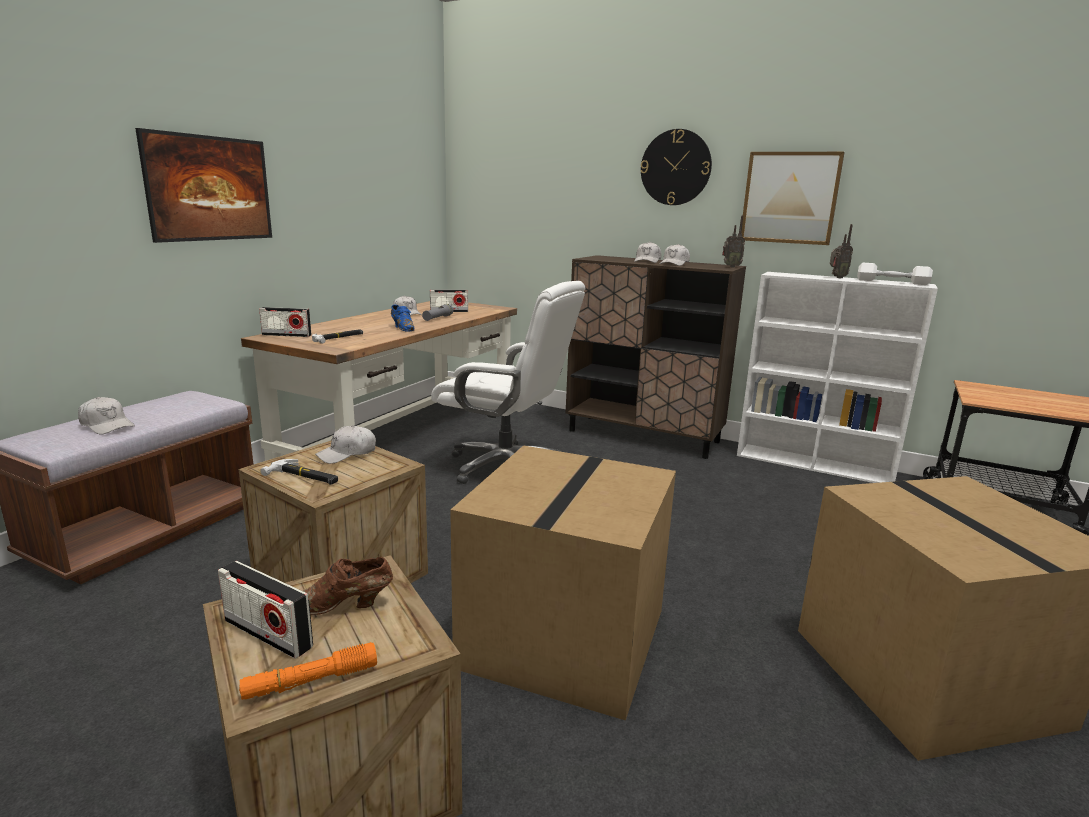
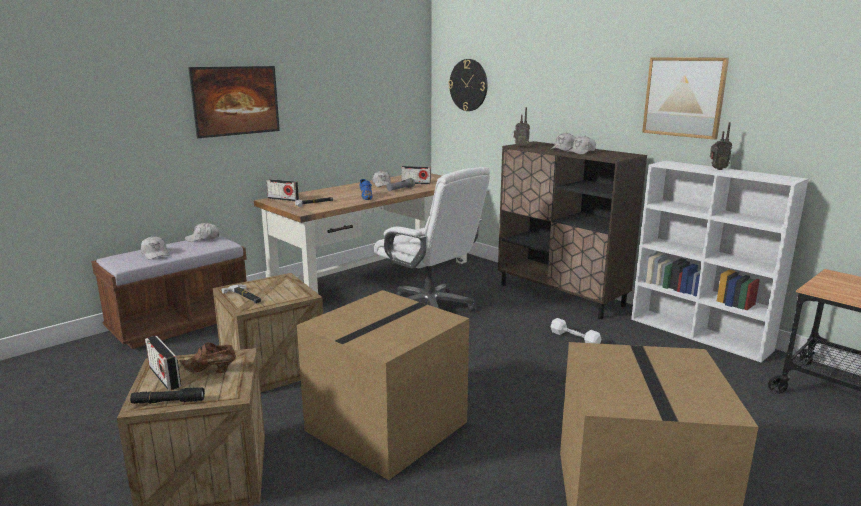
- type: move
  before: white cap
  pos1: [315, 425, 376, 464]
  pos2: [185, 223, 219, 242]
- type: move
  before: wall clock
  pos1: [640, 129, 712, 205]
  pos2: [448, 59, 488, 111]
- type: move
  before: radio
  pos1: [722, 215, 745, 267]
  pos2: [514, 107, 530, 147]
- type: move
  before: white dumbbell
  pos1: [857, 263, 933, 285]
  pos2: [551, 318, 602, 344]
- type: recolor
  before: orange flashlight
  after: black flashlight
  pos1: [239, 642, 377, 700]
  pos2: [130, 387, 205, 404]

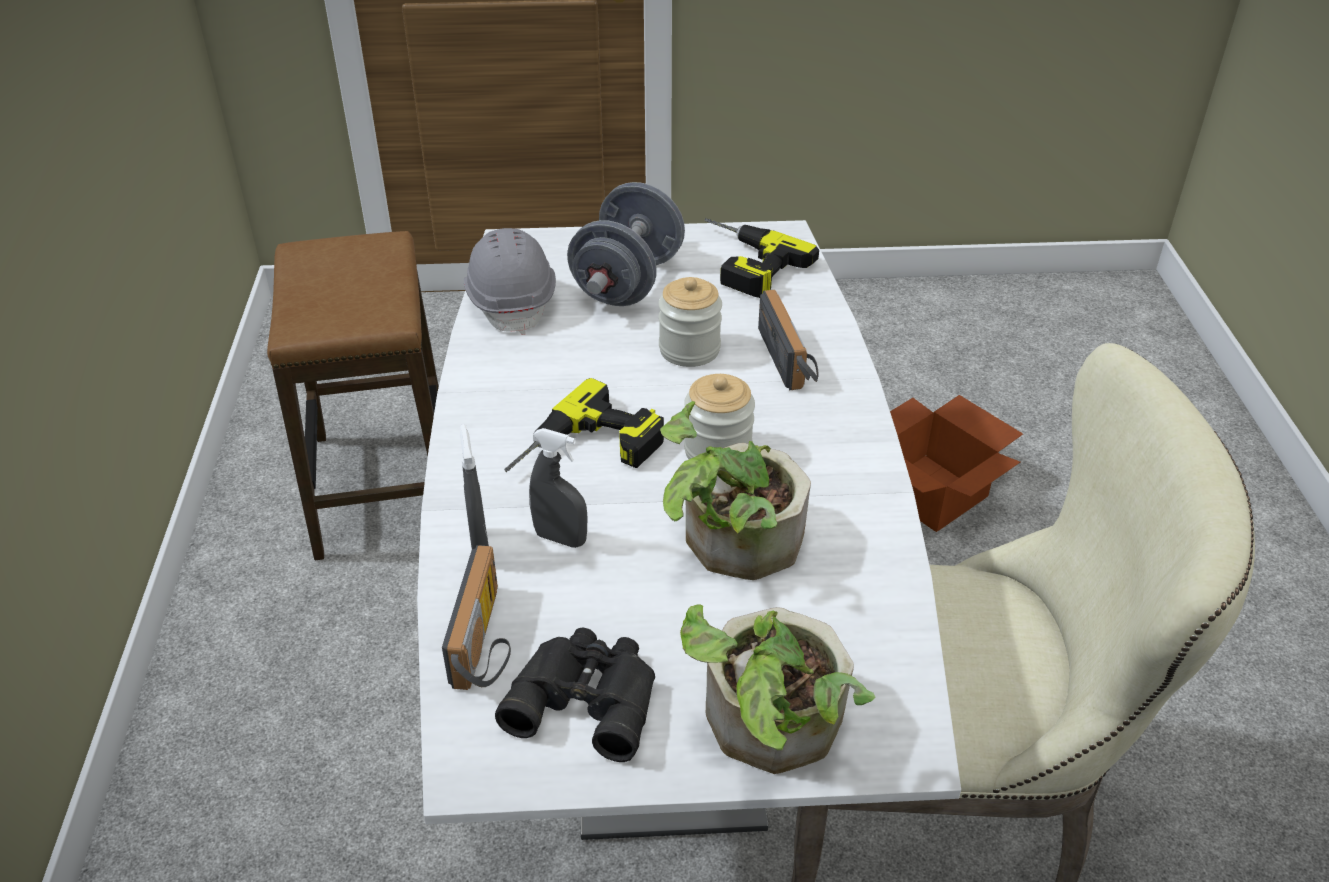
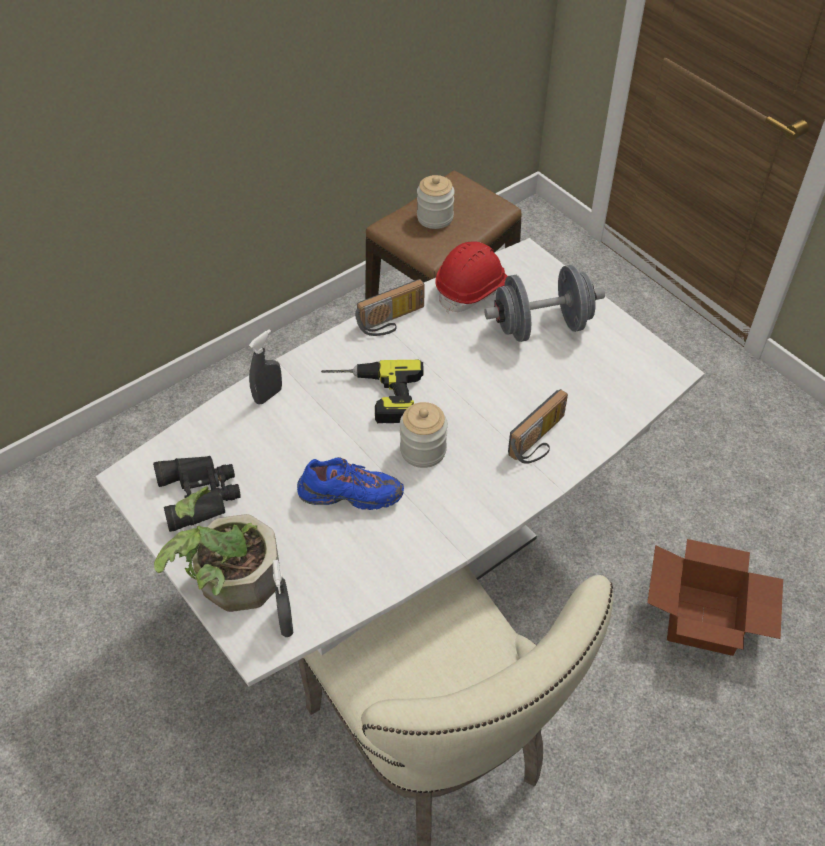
- type: delete
  before: power drill
  pos1: [704, 218, 819, 298]
- type: move
  before: radio
  pos1: [442, 545, 511, 690]
  pos2: [355, 279, 425, 336]
- type: move
  before: grey spray bottle
  pos1: [529, 428, 587, 548]
  pos2: [273, 560, 294, 637]
- type: move
  before: jar
  pos1: [658, 277, 722, 367]
  pos2: [417, 175, 455, 229]
- type: replace
  before: potted plant
  after: blue shoe
  pos1: [660, 401, 811, 580]
  pos2: [297, 457, 404, 510]
- type: recolor
  before: grey hard hat
  after: red hard hat
  pos1: [464, 228, 556, 335]
  pos2: [435, 241, 507, 313]

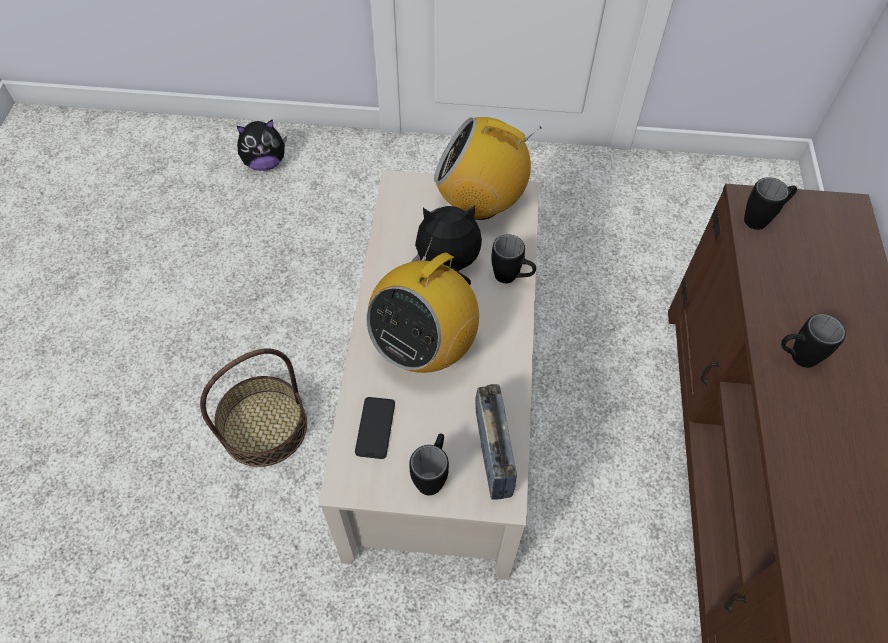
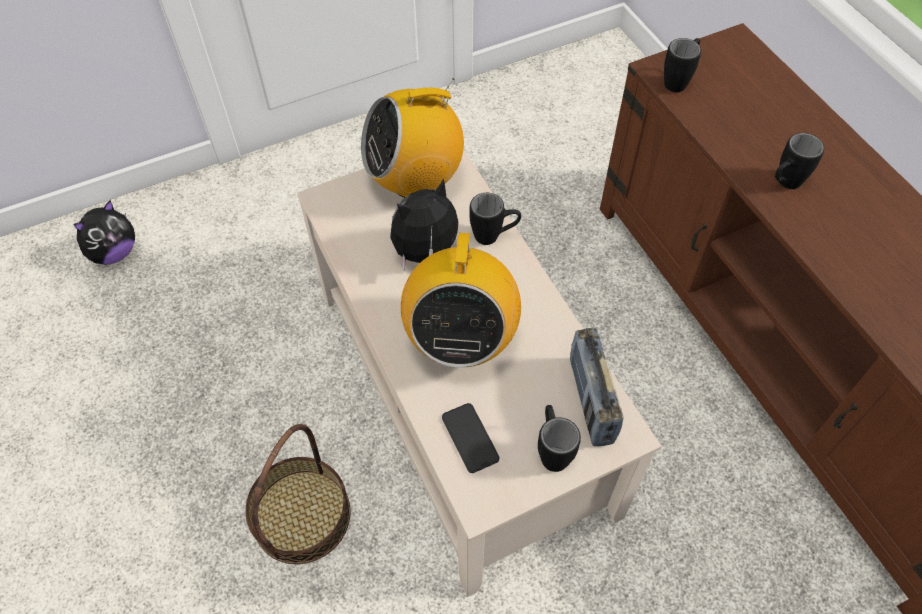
- type: rotate
  before: radio
  pos1: [475, 384, 517, 500]
  pos2: [570, 328, 624, 446]
  turn: -150

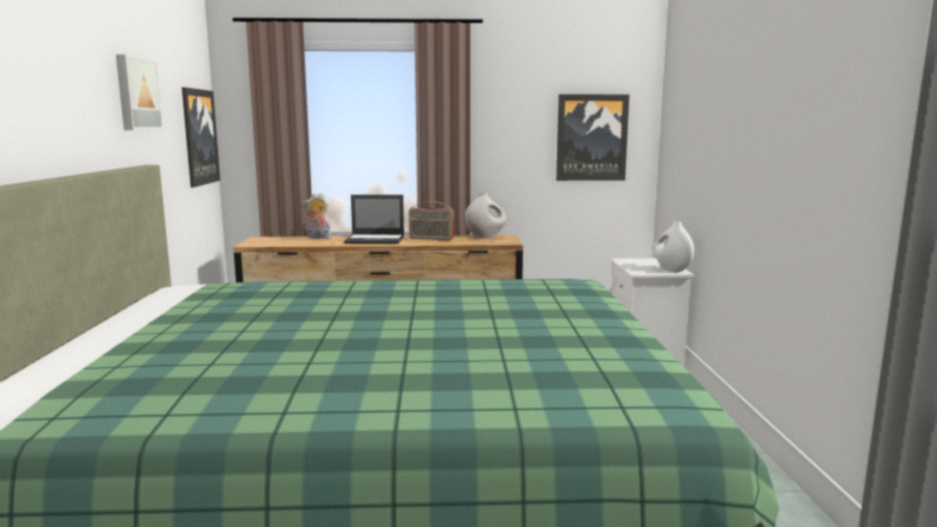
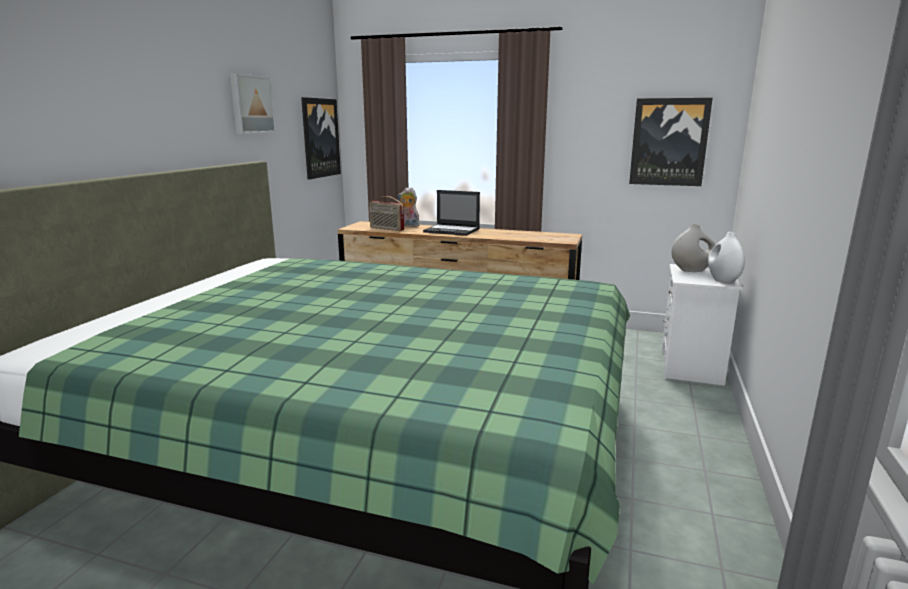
- type: move
  before: radio
  pos1: [409, 201, 454, 240]
  pos2: [369, 196, 404, 231]
- type: move
  before: white vase
  pos1: [465, 192, 506, 238]
  pos2: [672, 224, 716, 272]

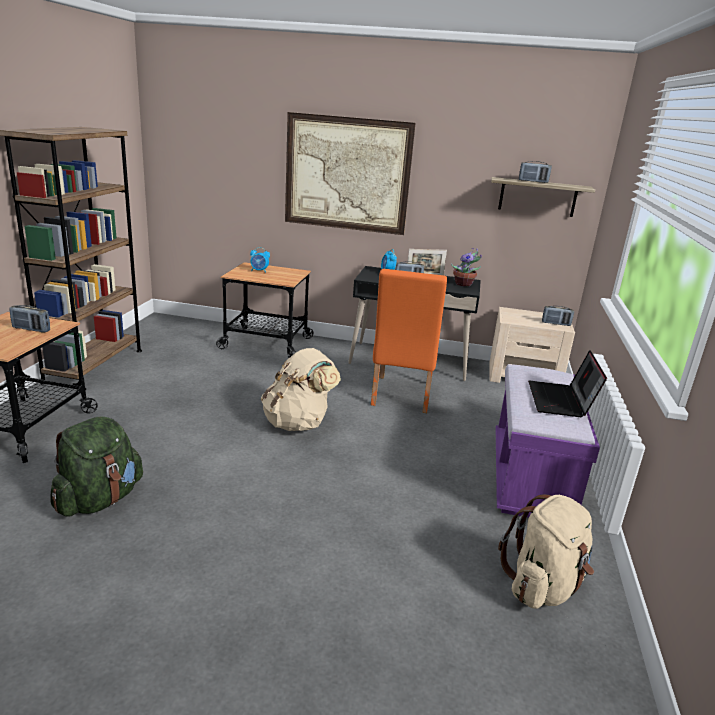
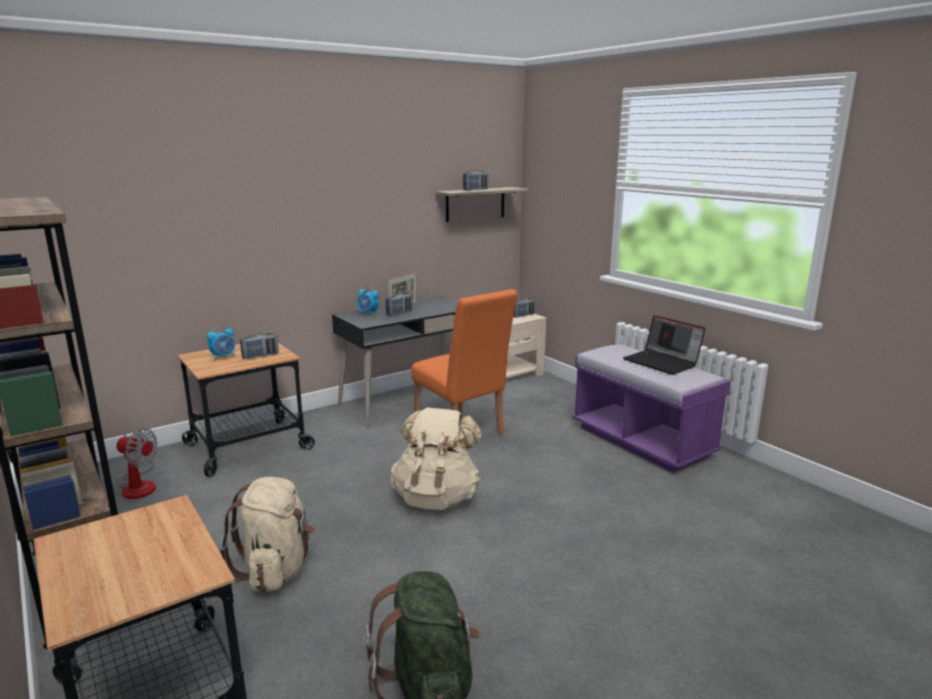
- type: delete
  before: picture
  pos1: [285, 112, 415, 235]
- type: delete
  before: potted plant
  pos1: [451, 248, 481, 286]
- type: insert
  after: fan
  pos2: [117, 428, 158, 499]
- type: move
  before: radio
  pos1: [9, 305, 50, 332]
  pos2: [240, 333, 279, 359]
- type: move
  before: beige backpack
  pos1: [498, 494, 594, 609]
  pos2: [220, 477, 315, 592]

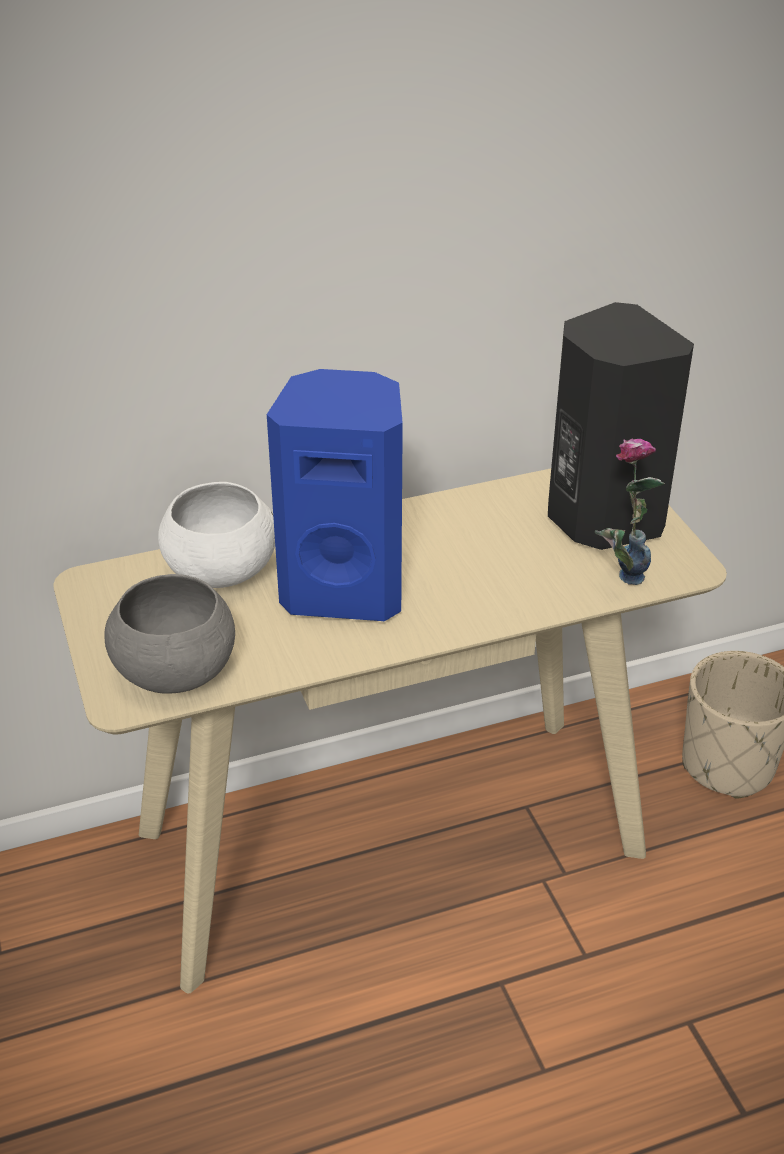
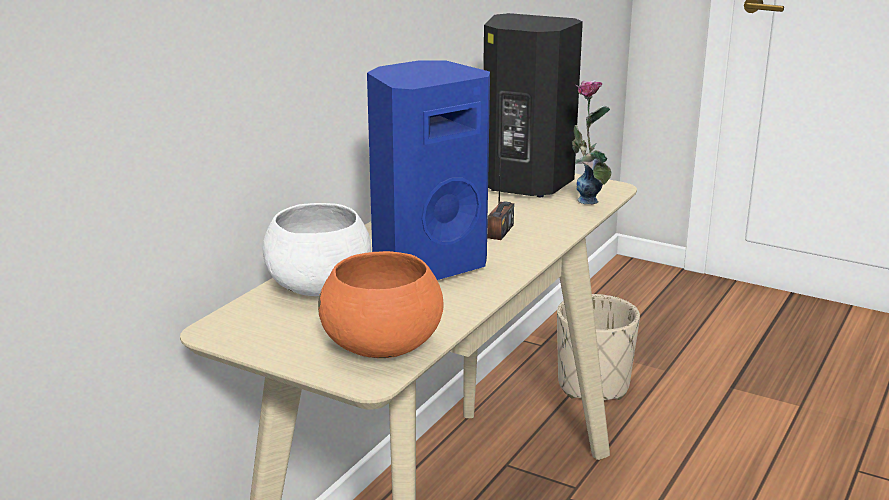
- type: insert
  after: radio
  pos2: [487, 132, 514, 240]
- type: recolor
  before: grey bowl
  after: orange bowl
  pos1: [104, 574, 235, 694]
  pos2: [318, 251, 444, 358]

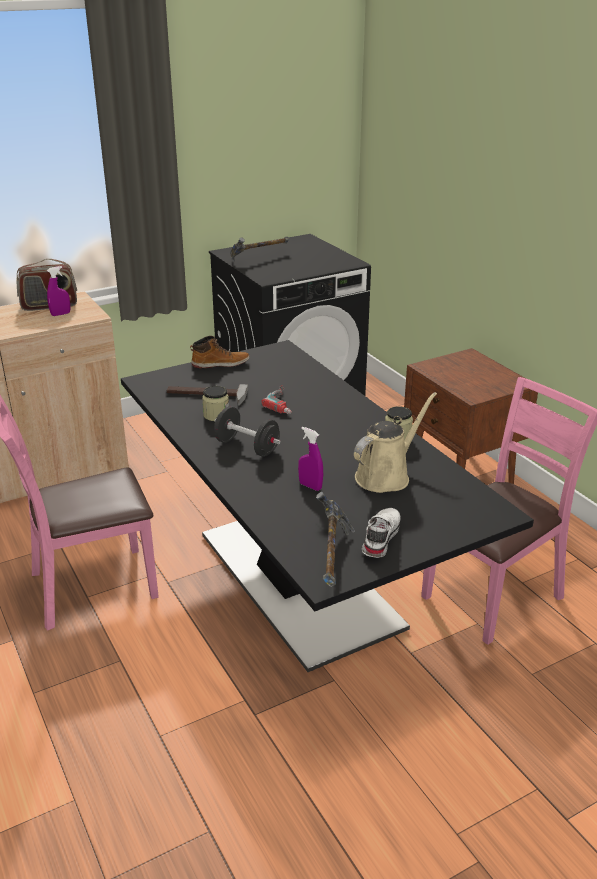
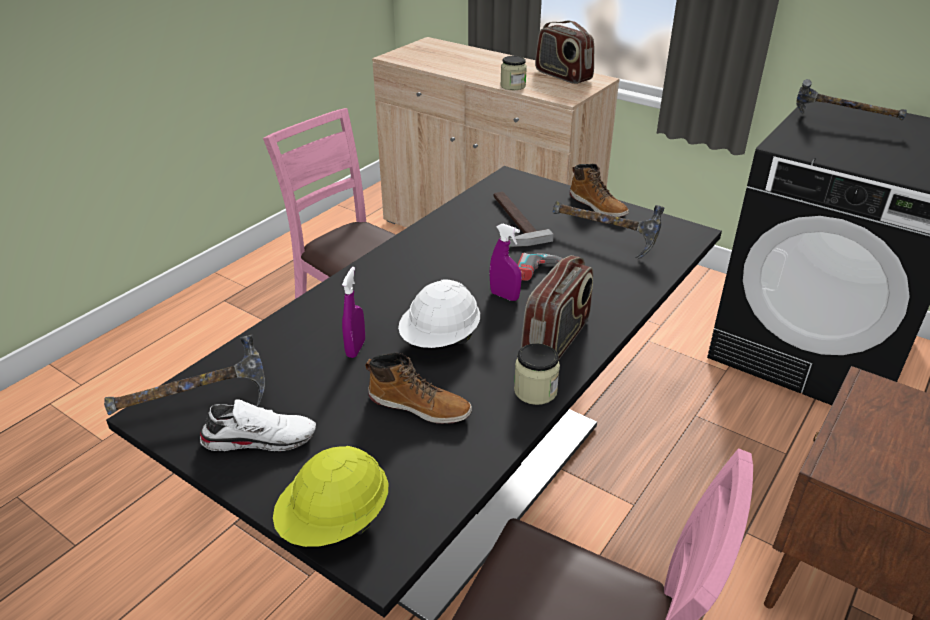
- type: delete
  before: black dumbbell
  pos1: [214, 406, 281, 457]
- type: insert
  after: yellow hard hat
  pos2: [273, 446, 388, 547]
- type: insert
  after: white hard hat
  pos2: [398, 279, 480, 348]
- type: insert
  after: radio
  pos2: [521, 255, 593, 361]
- type: insert
  after: hammer
  pos2: [553, 201, 664, 259]
- type: move
  before: purple spray bottle
  pos1: [47, 266, 71, 316]
  pos2: [489, 223, 522, 301]
- type: move
  before: jar
  pos1: [202, 386, 229, 421]
  pos2: [500, 56, 527, 90]
- type: replace
  before: beige watering can
  after: boot
  pos1: [354, 392, 437, 493]
  pos2: [365, 353, 472, 424]

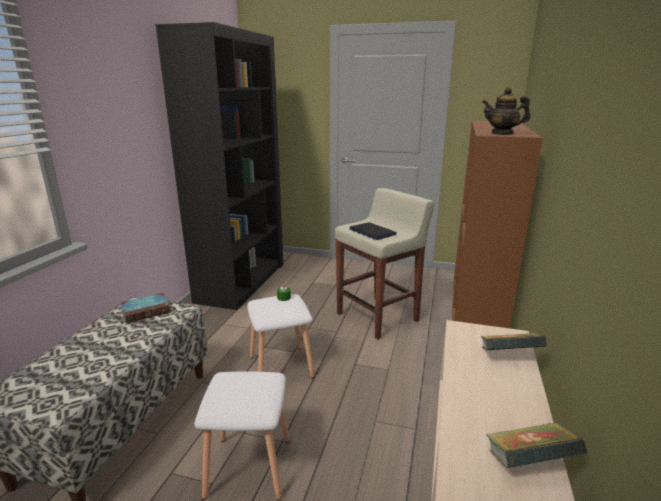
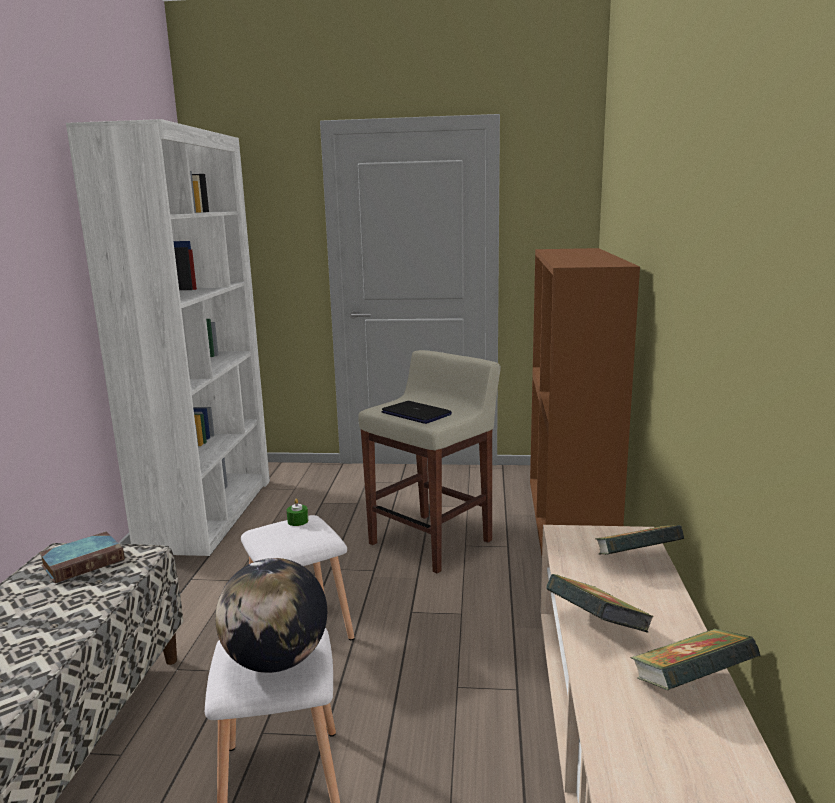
- type: delete
  before: teapot
  pos1: [482, 88, 530, 135]
- type: insert
  after: globe
  pos2: [215, 558, 327, 673]
- type: insert
  after: book
  pos2: [546, 574, 654, 632]
- type: recolor
  before: black bookcase
  after: white bookcase
  pos1: [155, 22, 283, 310]
  pos2: [66, 119, 270, 556]

